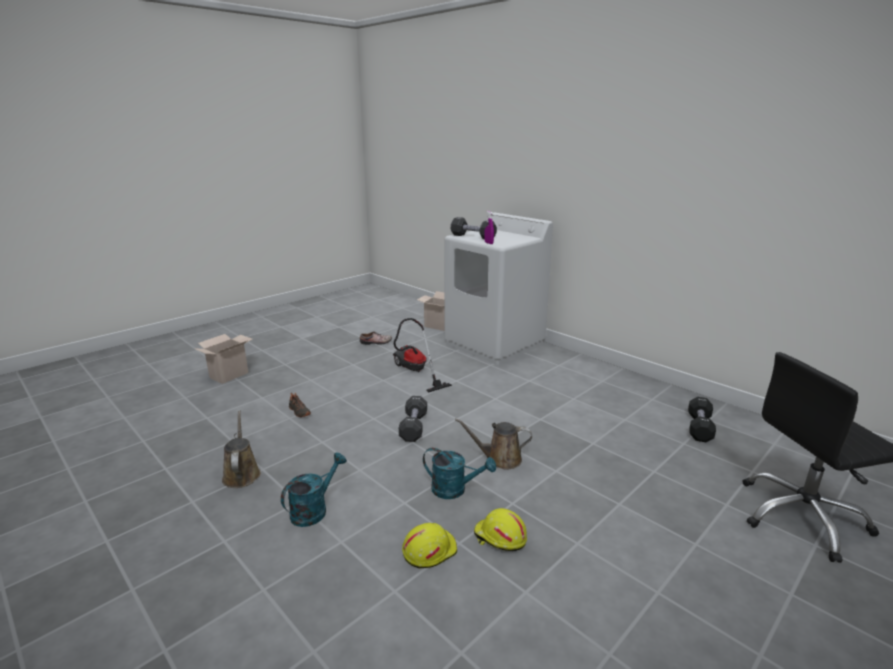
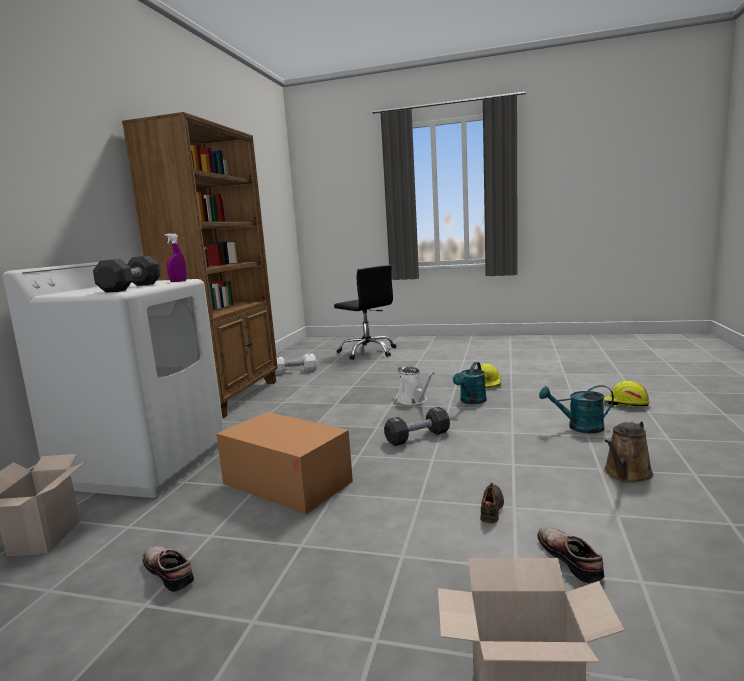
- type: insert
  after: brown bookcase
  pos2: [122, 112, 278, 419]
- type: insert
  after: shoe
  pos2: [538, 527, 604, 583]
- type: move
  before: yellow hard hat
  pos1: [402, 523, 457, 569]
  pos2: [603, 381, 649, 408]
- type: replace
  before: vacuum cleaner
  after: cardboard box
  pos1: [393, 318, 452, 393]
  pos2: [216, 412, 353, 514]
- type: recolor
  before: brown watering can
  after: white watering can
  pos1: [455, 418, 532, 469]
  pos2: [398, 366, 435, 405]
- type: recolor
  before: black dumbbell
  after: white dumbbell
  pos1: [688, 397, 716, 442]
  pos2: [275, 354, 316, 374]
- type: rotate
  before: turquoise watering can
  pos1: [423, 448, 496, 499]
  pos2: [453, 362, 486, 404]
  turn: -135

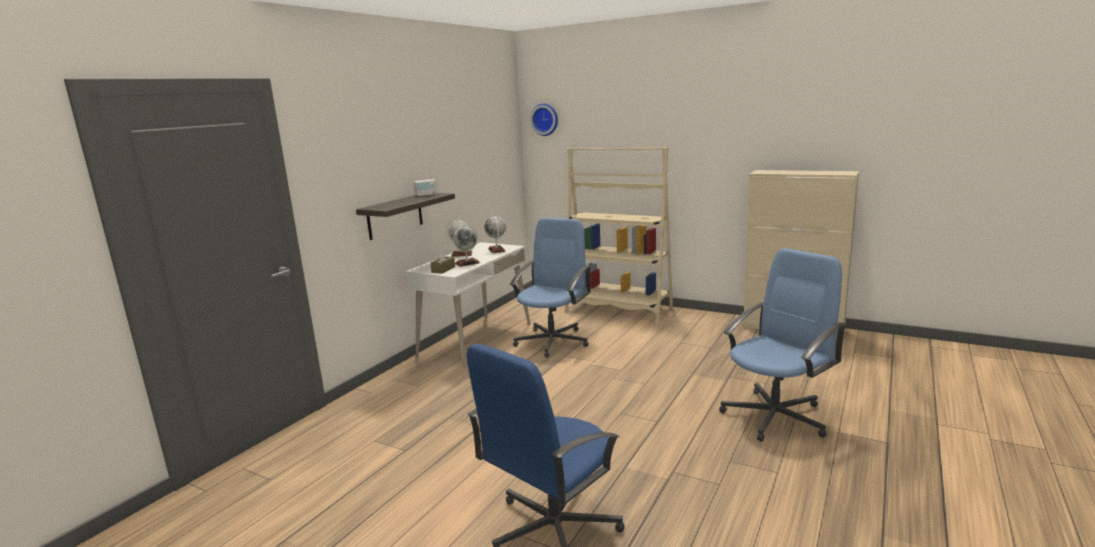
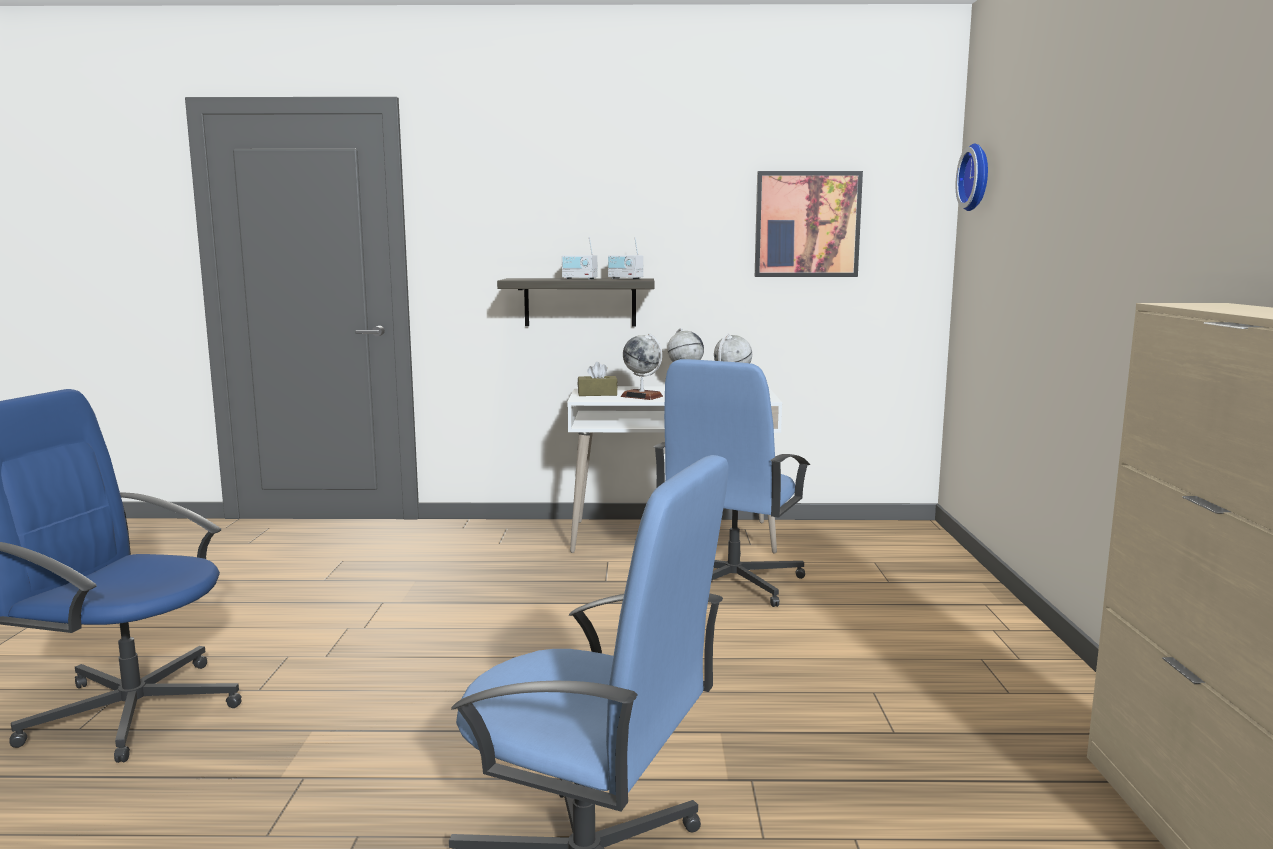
- type: delete
  before: beige bookcase
  pos1: [565, 147, 673, 325]
- type: insert
  after: radio
  pos2: [562, 237, 597, 279]
- type: insert
  after: picture
  pos2: [755, 171, 863, 277]
- type: rotate
  before: blue office chair
  pos1: [510, 218, 591, 358]
  pos2: [654, 359, 810, 607]
  turn: 120

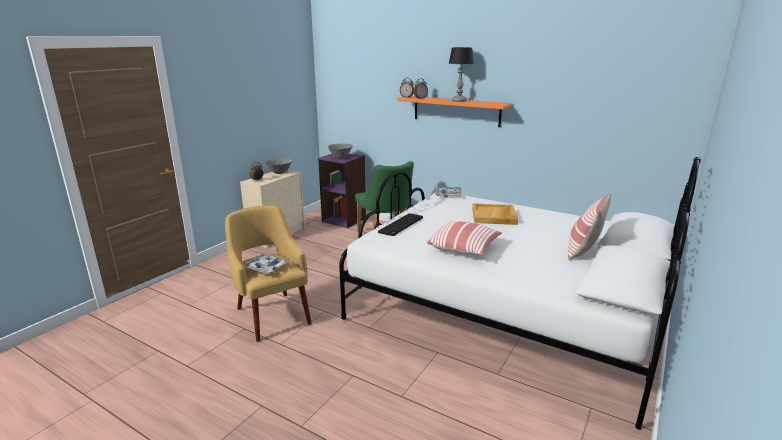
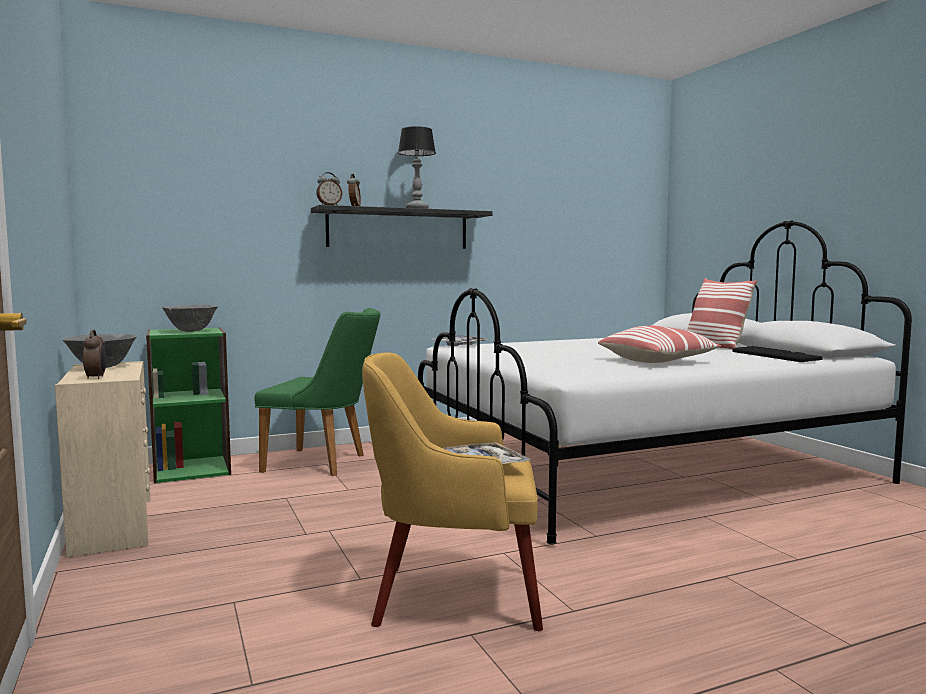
- type: delete
  before: beige tray
  pos1: [472, 203, 518, 225]
- type: move
  before: keyboard
  pos1: [378, 213, 423, 236]
  pos2: [733, 346, 822, 362]
- type: recolor
  before: purple bookcase
  after: green bookcase
  pos1: [318, 153, 366, 228]
  pos2: [146, 327, 231, 483]
- type: recolor
  before: orange shelf
  after: black shelf
  pos1: [397, 96, 511, 127]
  pos2: [311, 205, 493, 249]

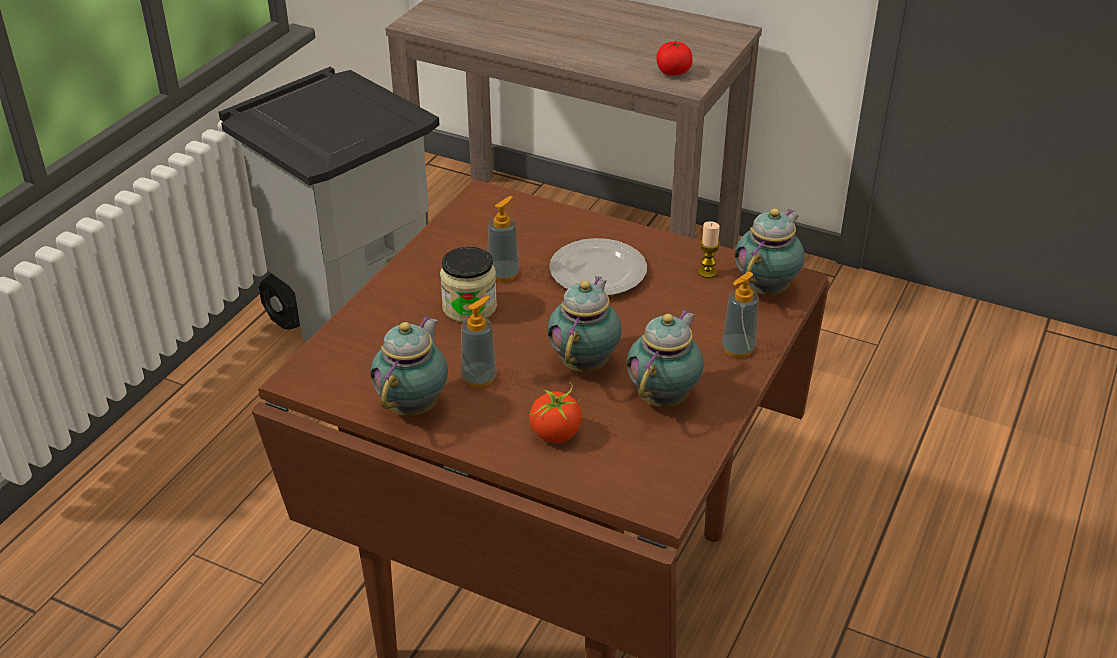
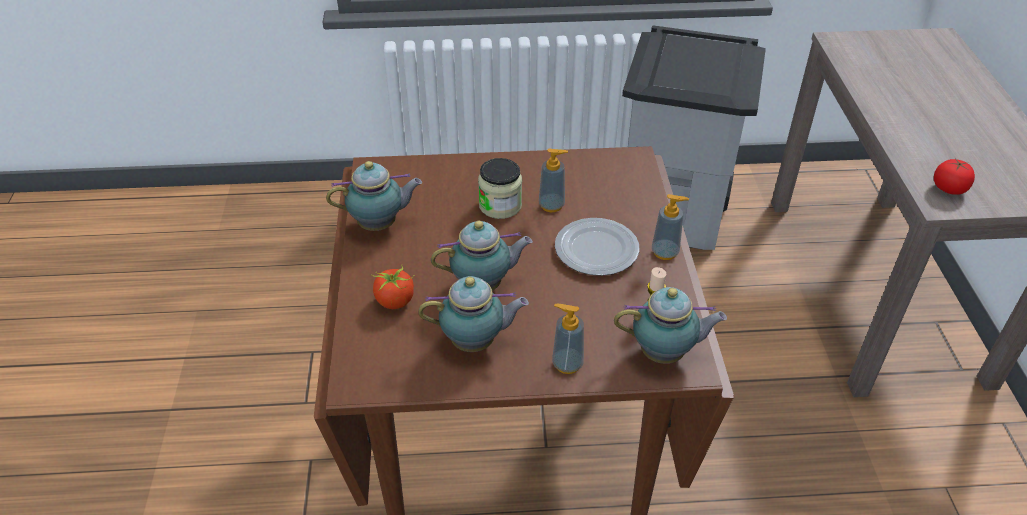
- type: move
  before: soap dispenser
  pos1: [461, 296, 497, 388]
  pos2: [652, 194, 689, 260]

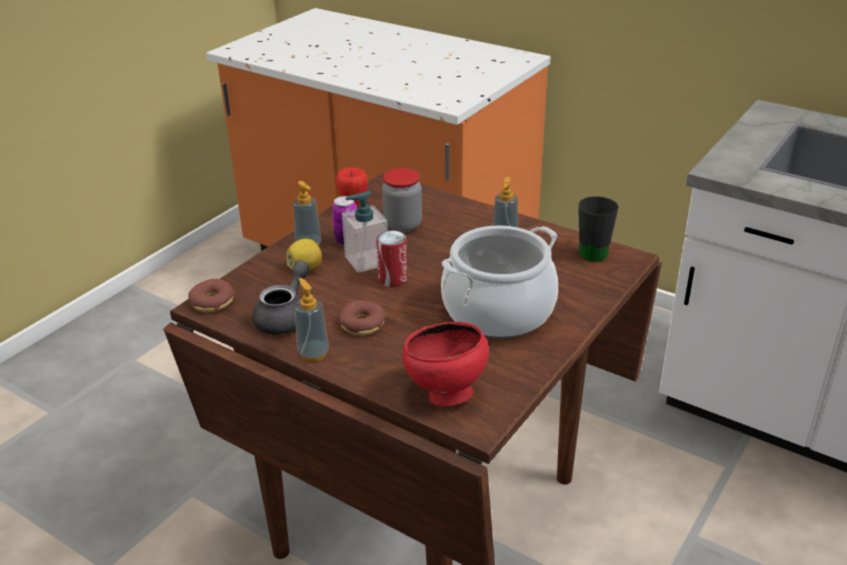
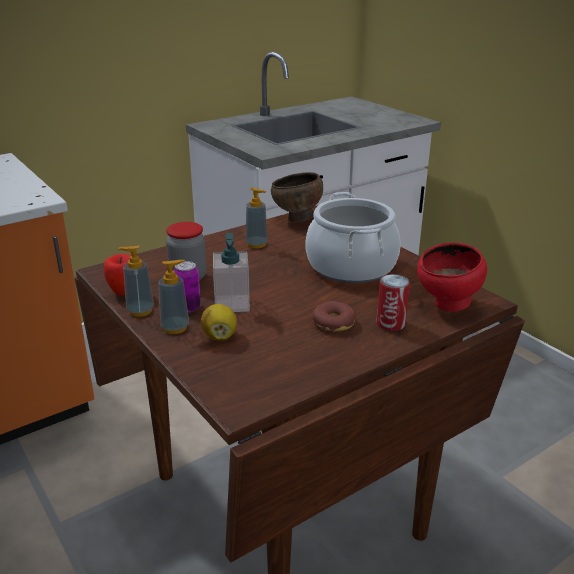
- type: delete
  before: donut
  pos1: [188, 279, 234, 312]
- type: delete
  before: grey teapot
  pos1: [252, 260, 317, 335]
- type: move
  before: soap dispenser
  pos1: [295, 278, 329, 362]
  pos2: [118, 246, 154, 317]
- type: move
  before: can
  pos1: [376, 230, 407, 287]
  pos2: [376, 274, 410, 331]
- type: replace
  before: black mug
  after: brown bowl
  pos1: [578, 196, 619, 262]
  pos2: [271, 172, 323, 222]

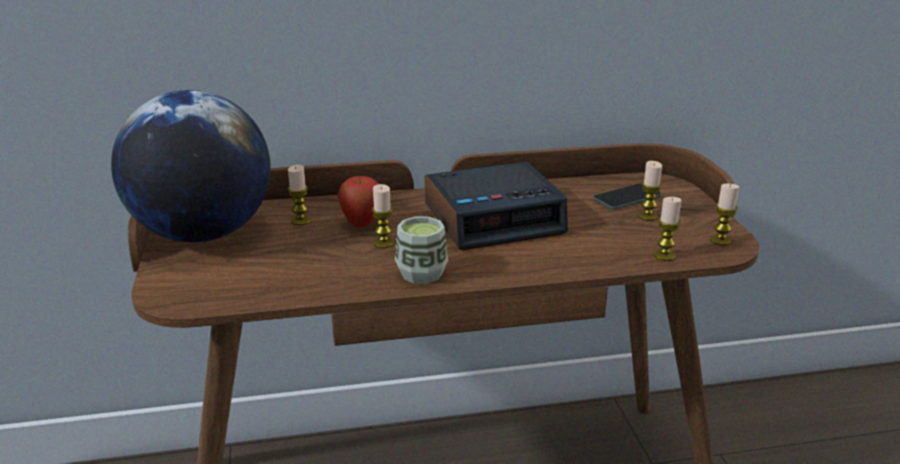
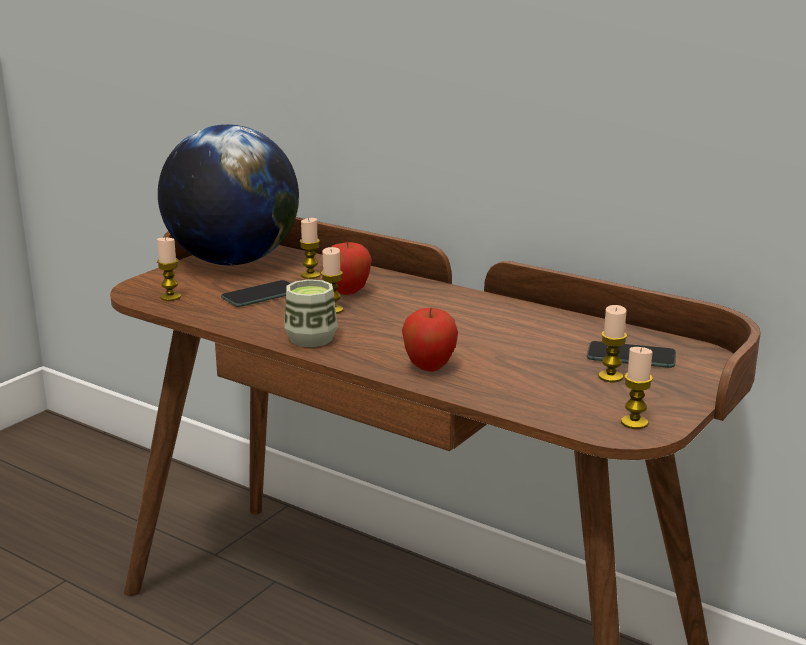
- type: delete
  before: alarm clock
  pos1: [425, 162, 568, 250]
- type: insert
  after: phone
  pos2: [221, 280, 291, 307]
- type: insert
  after: apple
  pos2: [402, 308, 458, 372]
- type: move
  before: candle
  pos1: [654, 197, 682, 261]
  pos2: [157, 237, 181, 301]

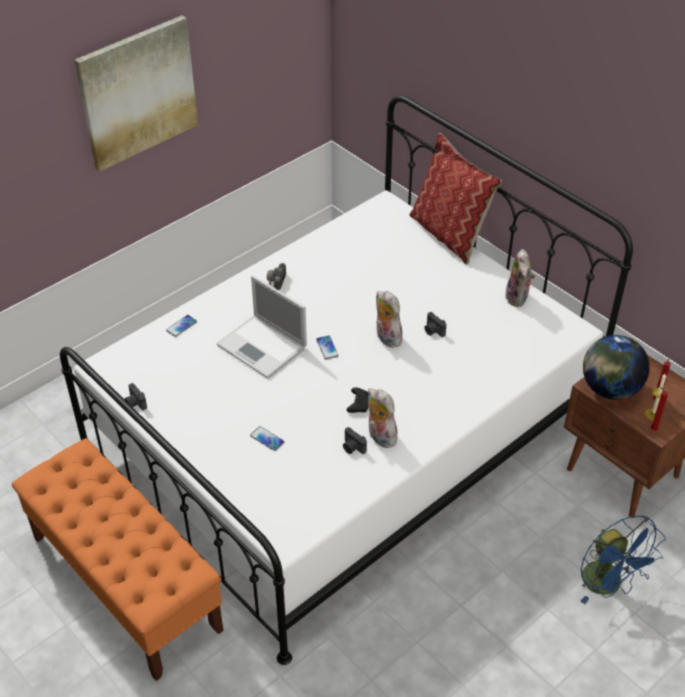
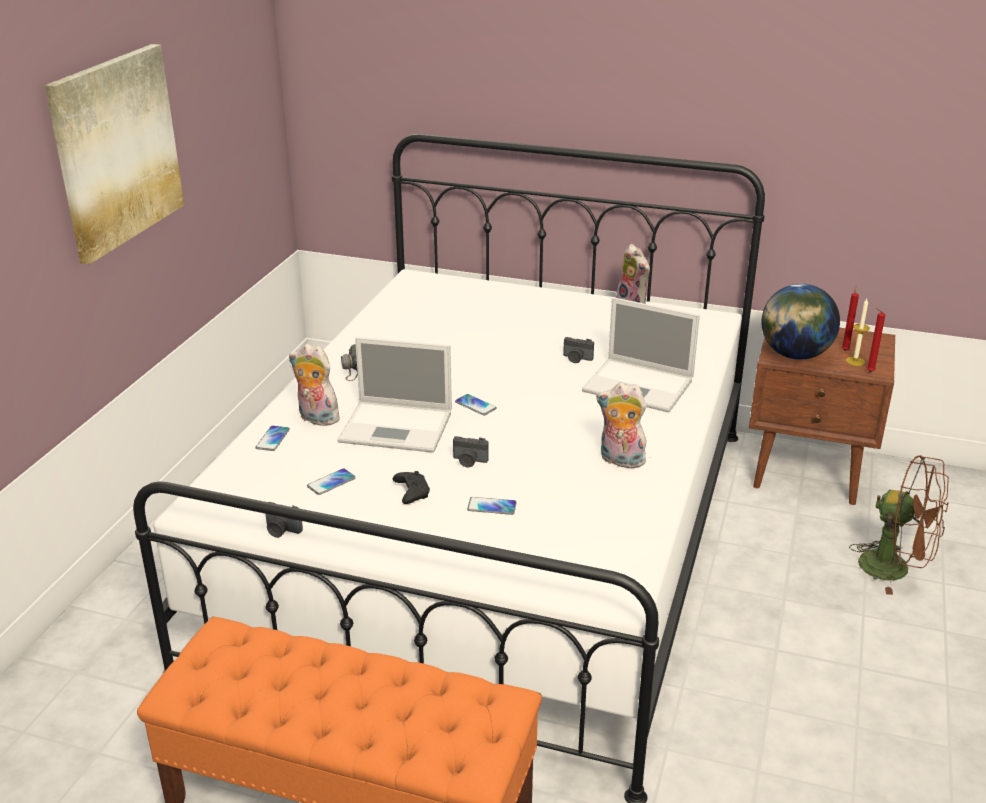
- type: delete
  before: pillow
  pos1: [409, 133, 503, 265]
- type: insert
  after: phone
  pos2: [307, 468, 356, 495]
- type: insert
  after: laptop
  pos2: [582, 297, 700, 413]
- type: move
  before: photo camera
  pos1: [343, 427, 367, 454]
  pos2: [453, 436, 489, 467]
- type: move
  before: black game controller
  pos1: [347, 387, 369, 413]
  pos2: [393, 471, 430, 504]
- type: move
  before: plush toy
  pos1: [376, 291, 403, 348]
  pos2: [289, 344, 340, 426]
- type: recolor
  before: blue fan
  after: brown fan
  pos1: [580, 516, 666, 604]
  pos2: [849, 455, 949, 595]

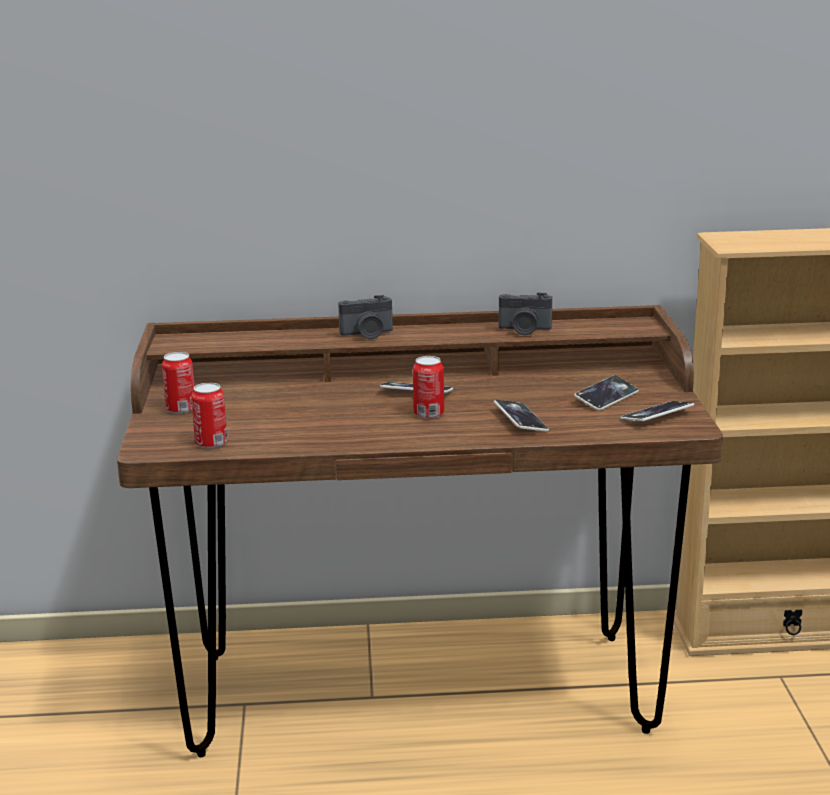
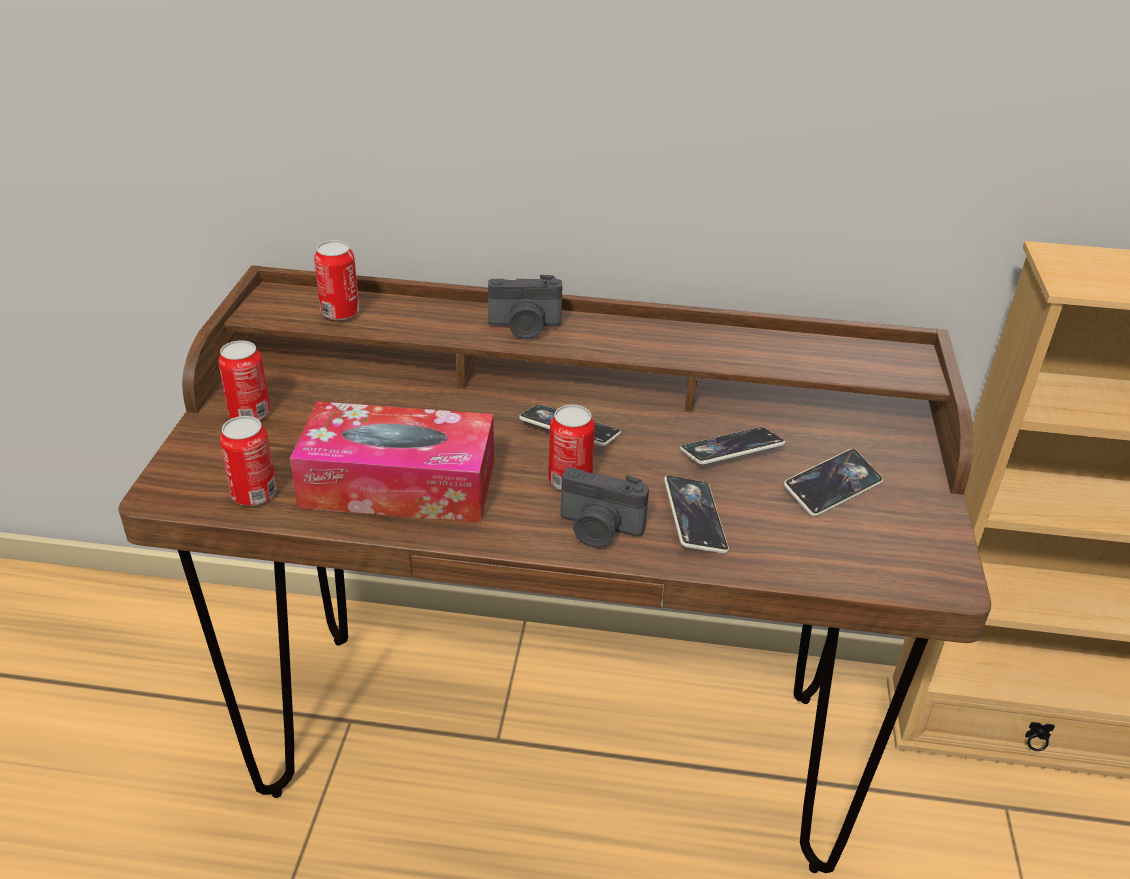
- type: insert
  after: tissue box
  pos2: [290, 401, 494, 523]
- type: insert
  after: can
  pos2: [314, 240, 360, 320]
- type: move
  before: photo camera
  pos1: [499, 292, 552, 335]
  pos2: [561, 467, 649, 548]
- type: move
  before: phone
  pos1: [620, 401, 694, 422]
  pos2: [680, 427, 785, 465]

